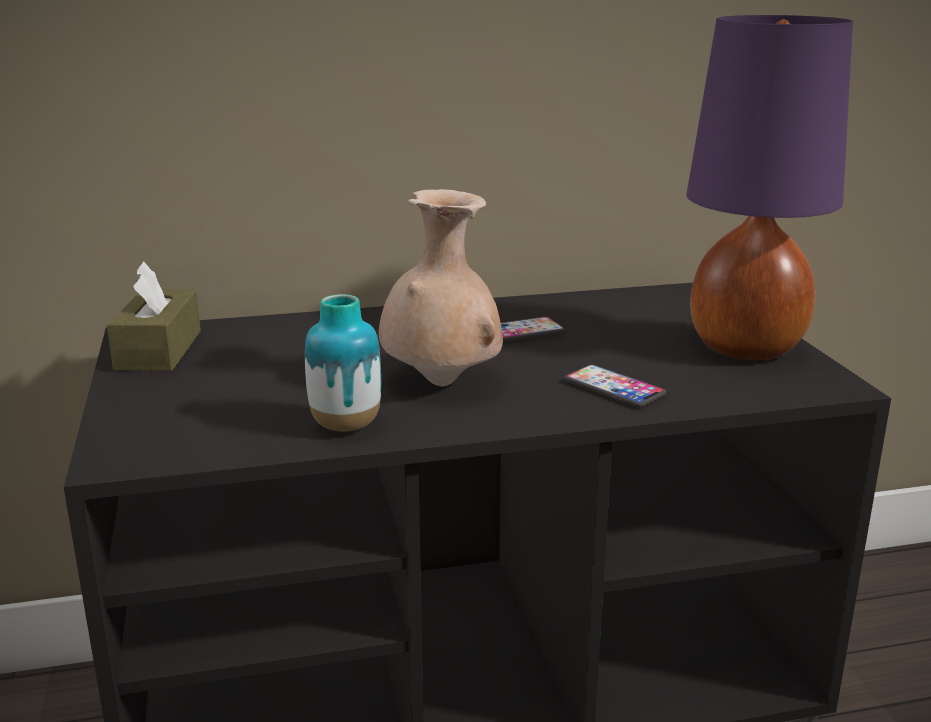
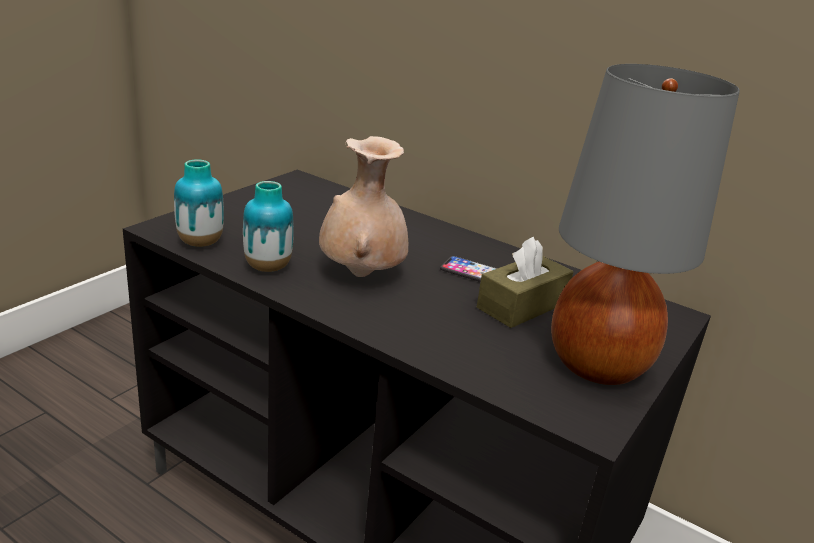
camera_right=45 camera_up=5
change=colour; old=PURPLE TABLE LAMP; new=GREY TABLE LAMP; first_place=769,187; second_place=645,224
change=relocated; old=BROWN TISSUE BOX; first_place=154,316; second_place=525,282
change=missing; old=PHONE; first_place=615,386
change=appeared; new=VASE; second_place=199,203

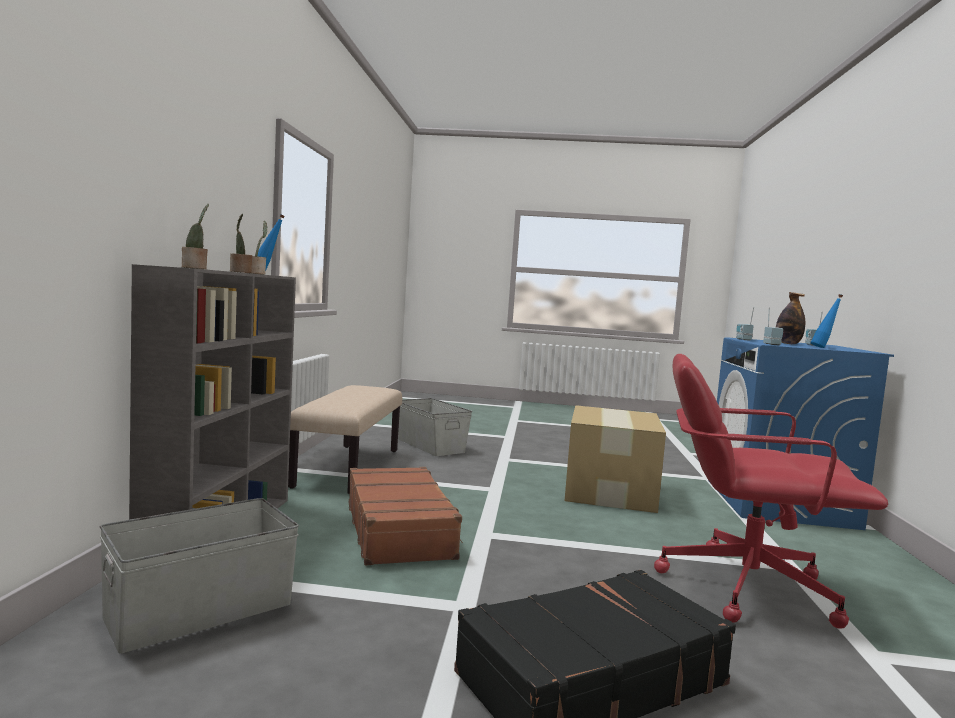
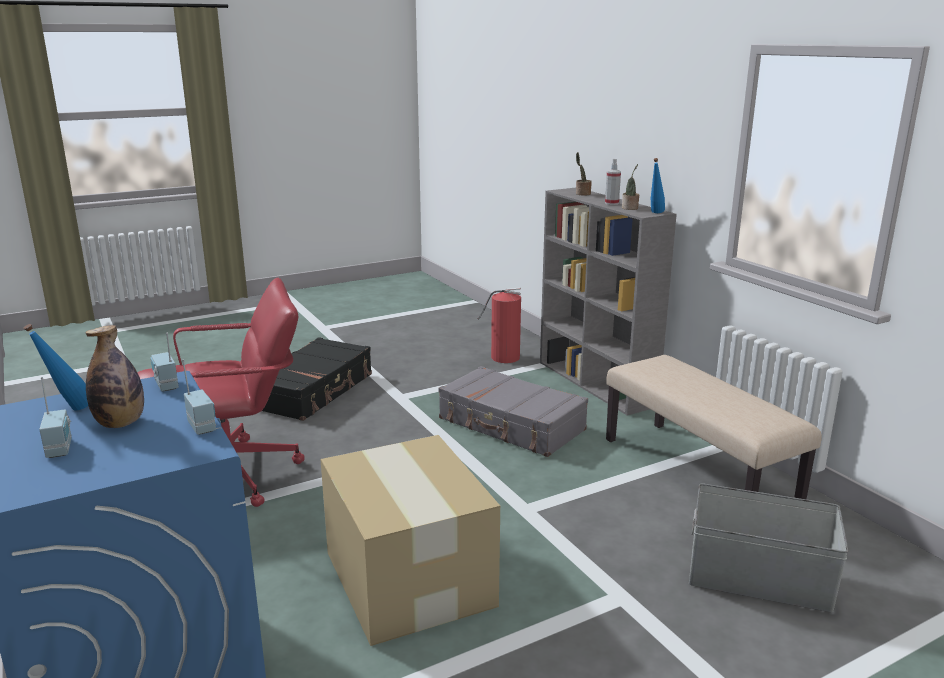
camera_right=145 camera_up=15
change=exchanged; old=POTTED PLANT; new=SPRAY BOTTLE; first_place=241,243; second_place=613,182
change=colour; old=BROWN SUITCASE; new=GREY SUITCASE; first_place=406,516; second_place=513,411
change=exchanged; old=GREY STORAGE BOX; new=FIRE EXTINGUISHER; first_place=199,575; second_place=499,325

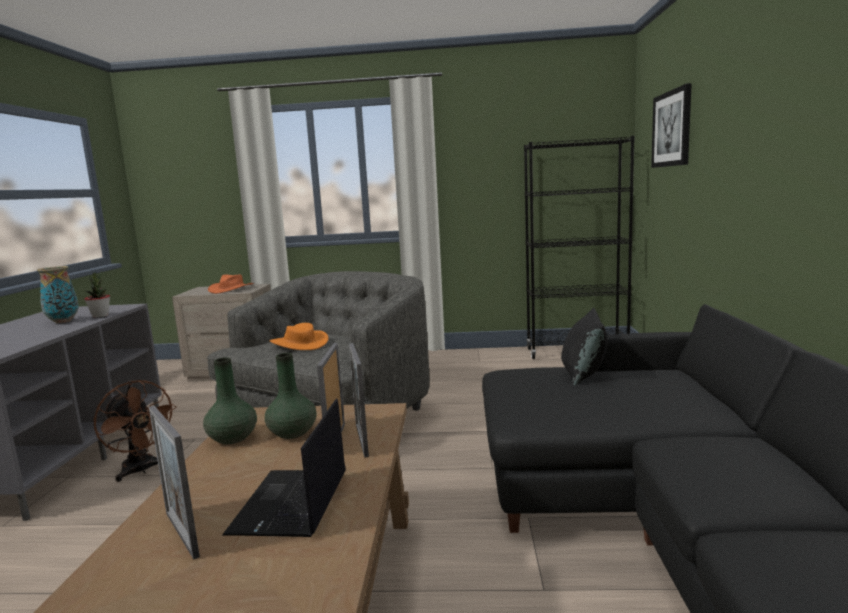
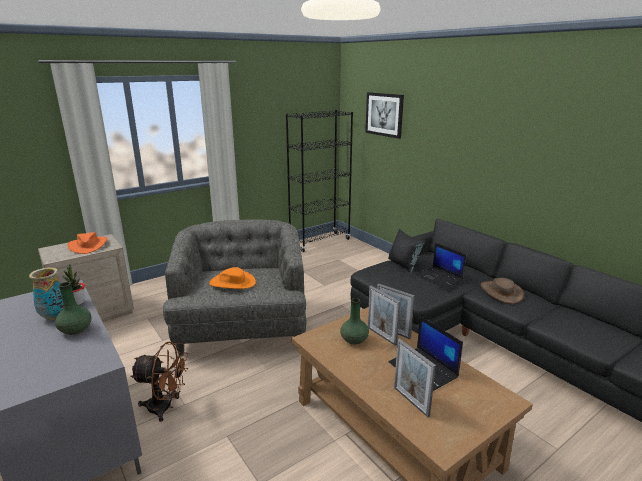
camera_right=-40 camera_up=10
change=relocated; old=GREEN VASE; first_place=230,400; second_place=73,308
change=spun; old=PICTURE FRAME; first_place=174,482; second_place=415,378; degrees=45
change=appeared; new=LAPTOP; second_place=440,265
change=appeared; new=BROWN HAT; second_place=502,291

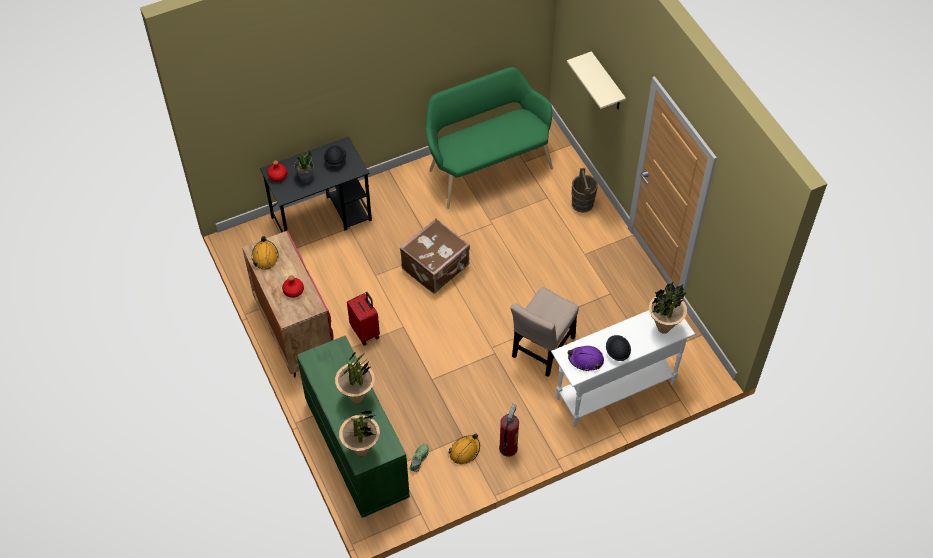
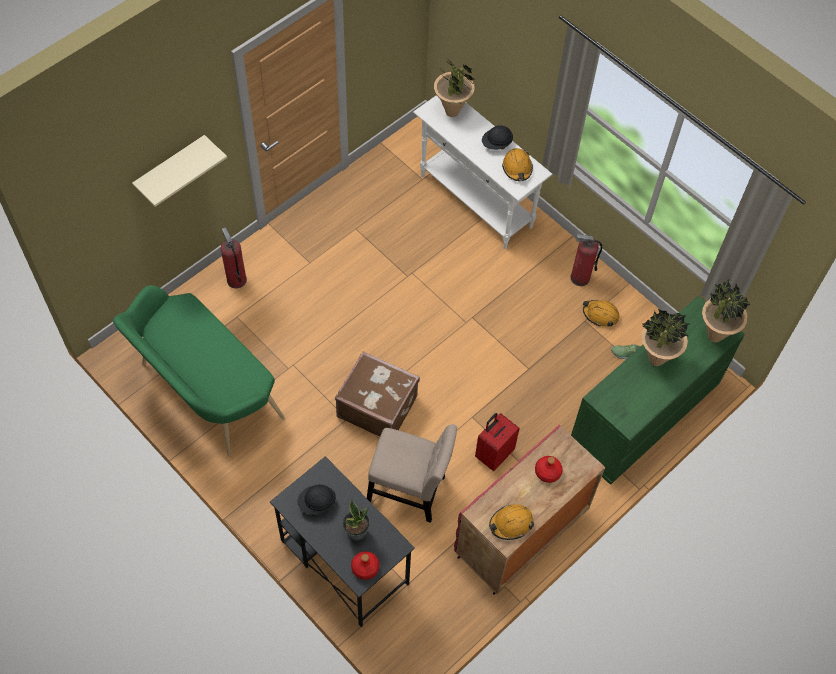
camera_right=-110 camera_up=5
change=exchanged; old=BROWN BUCKET; new=FIRE EXTINGUISHER; first_place=585,190; second_place=234,257
change=relocated; old=BEIGE CHAIR; first_place=545,332; second_place=412,473
change=colour; old=PURPLE HARD HAT; new=ORANGE HARD HAT; first_place=586,358; second_place=517,164

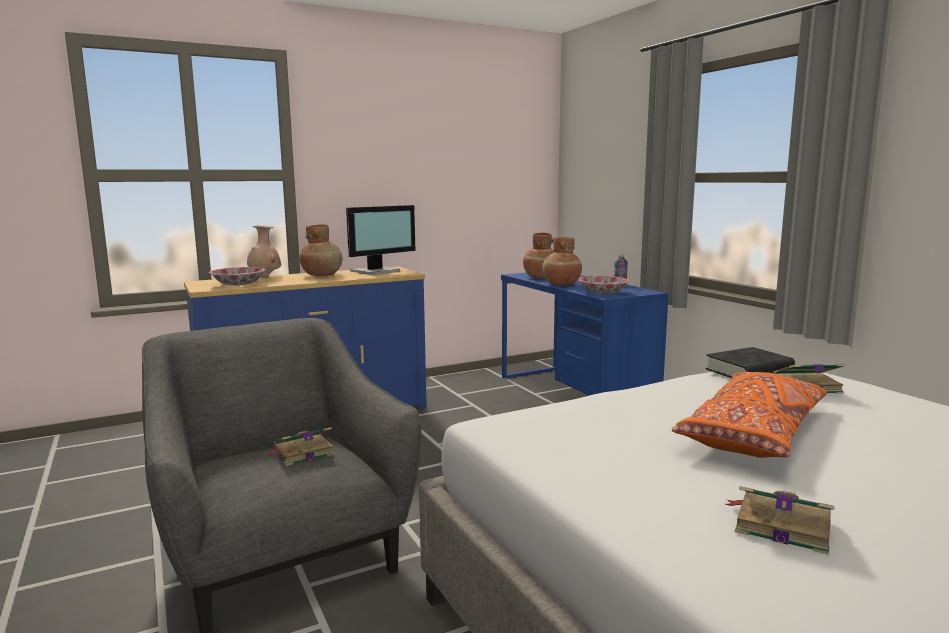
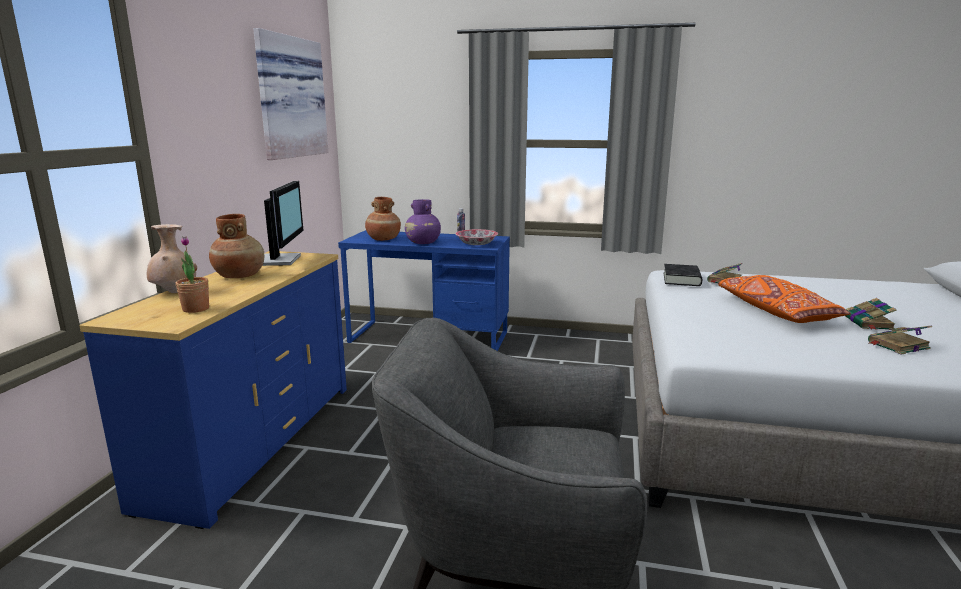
camera_right=-50 camera_up=5
change=colour; old=BROWN VASE; new=PURPLE VASE; first_place=562,261; second_place=423,221
change=exchanged; old=BOWL; new=POTTED PLANT; first_place=237,276; second_place=192,274
change=relocated; old=BOOK; first_place=300,446; second_place=871,314
change=appeared; new=PICTURE; second_place=290,94

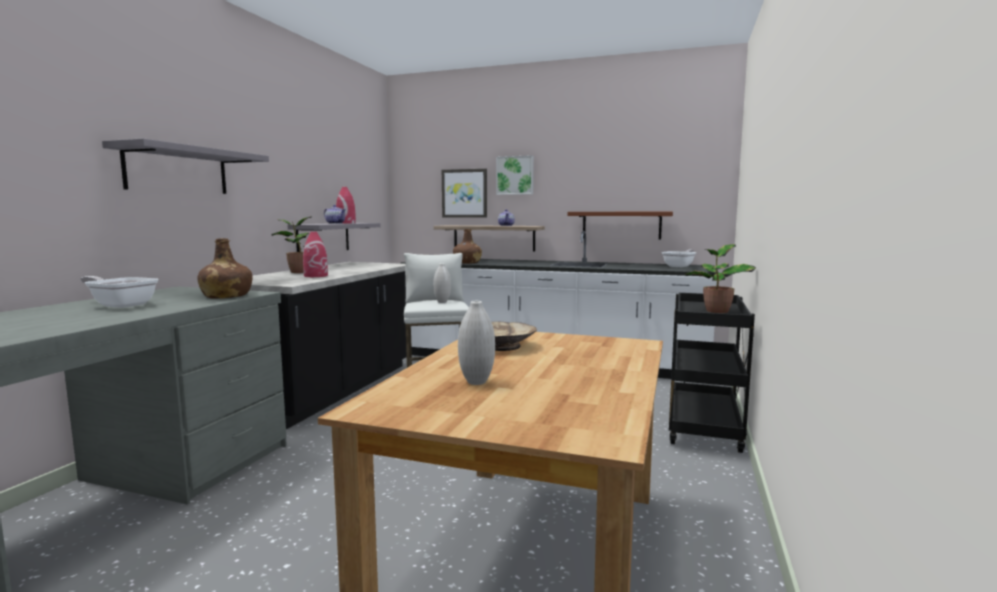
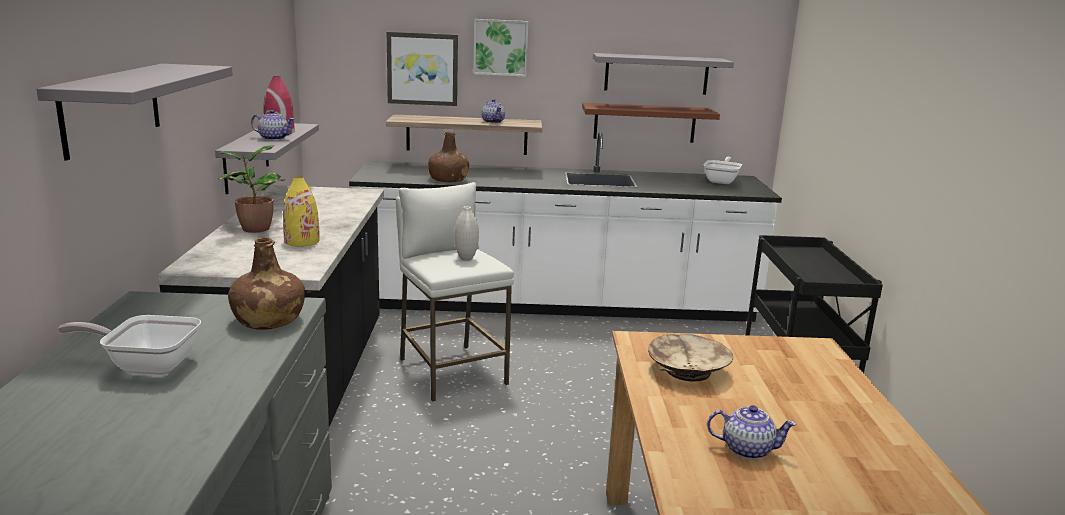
camera_right=-20 camera_up=10
change=colour; old=RED VASE; new=YELLOW VASE; first_place=315,254; second_place=301,211
change=missing; old=POTTED PLANT; first_place=720,278
change=exchanged; old=WHITE VASE; new=TEAPOT; first_place=476,343; second_place=752,432
change=appeared; new=GREY SHELF; second_place=663,74

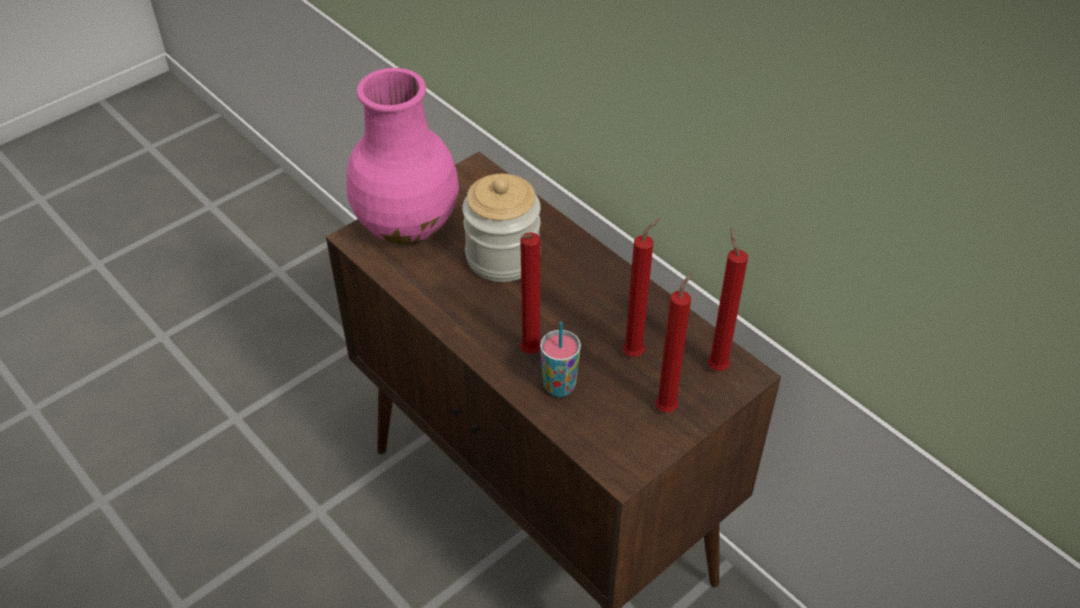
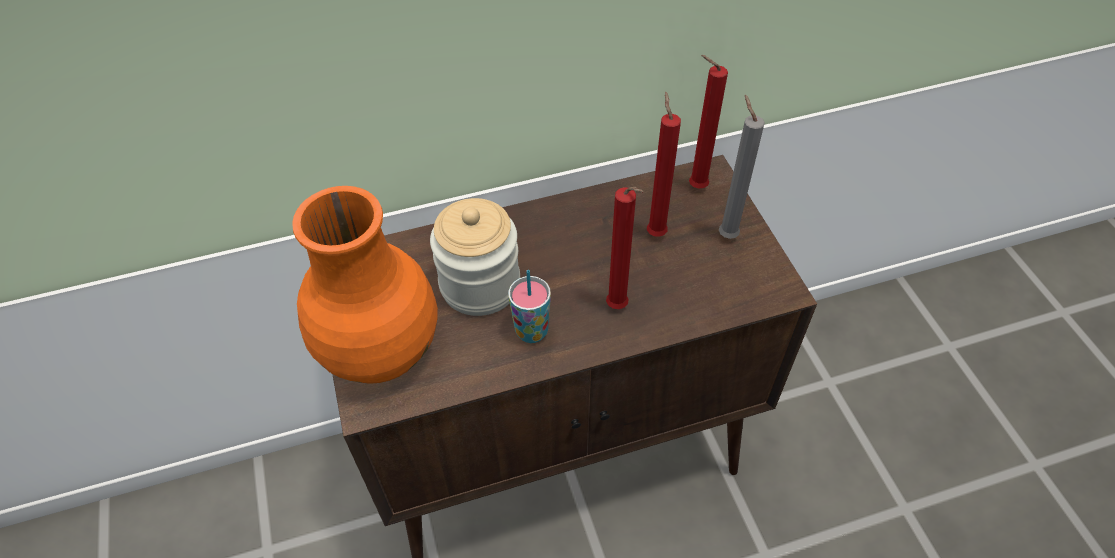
camera_right=-65 camera_up=5
change=colour; old=PINK VASE; new=ORANGE VASE; first_place=402,156; second_place=365,285
change=colour; old=RED CANDLE; new=GREY CANDLE; first_place=674,341; second_place=742,167
change=relocated; old=CUP; first_place=560,359; second_place=529,306

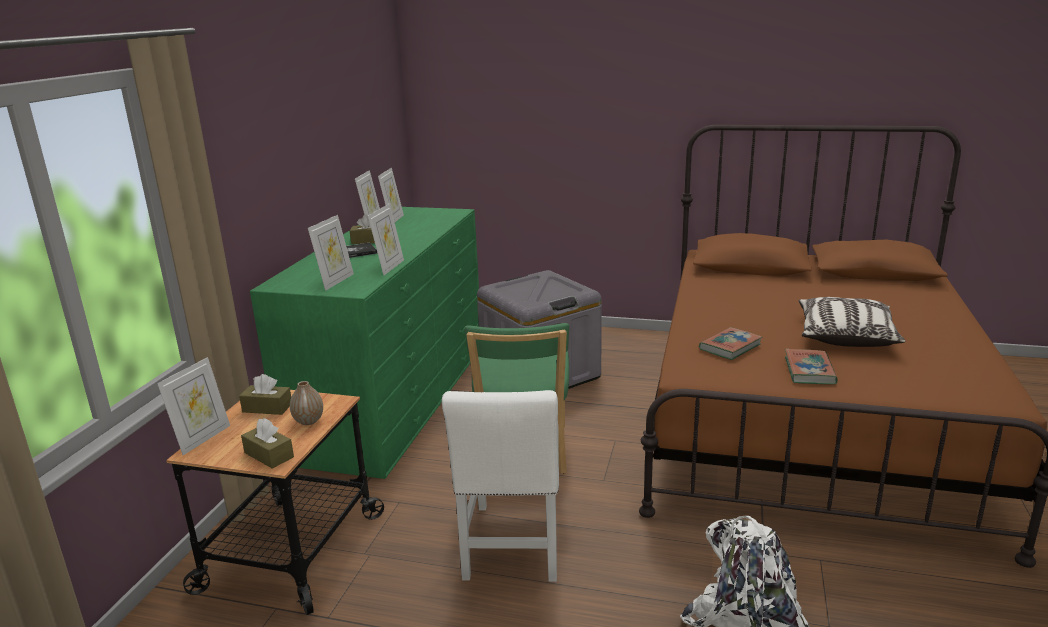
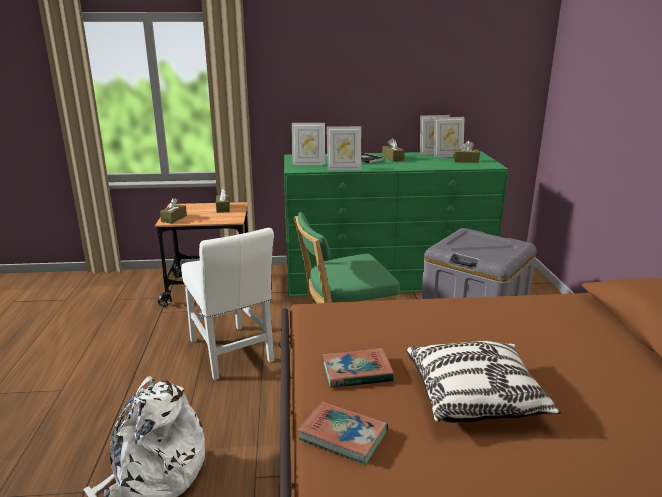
camera_right=70 camera_up=0
change=relocated; old=BOOK; first_place=730,343; second_place=342,433
change=missing; old=PICTURE FRAME; first_place=193,406
change=missing; old=VASE; first_place=306,403
change=spun; old=WHITE CHAIR; first_place=500,486; second_place=227,304; degrees=-105
change=appeared; new=BROWN TISSUE BOX; second_place=466,152

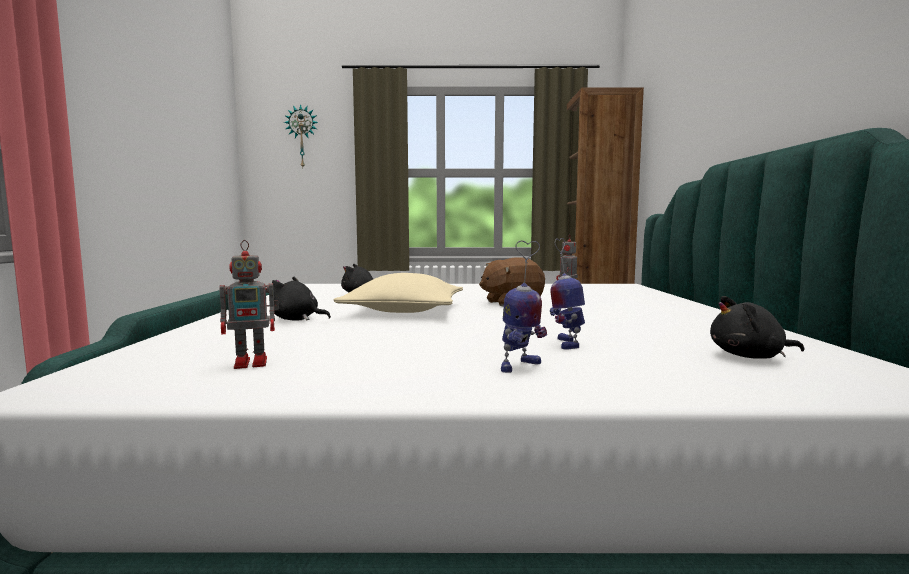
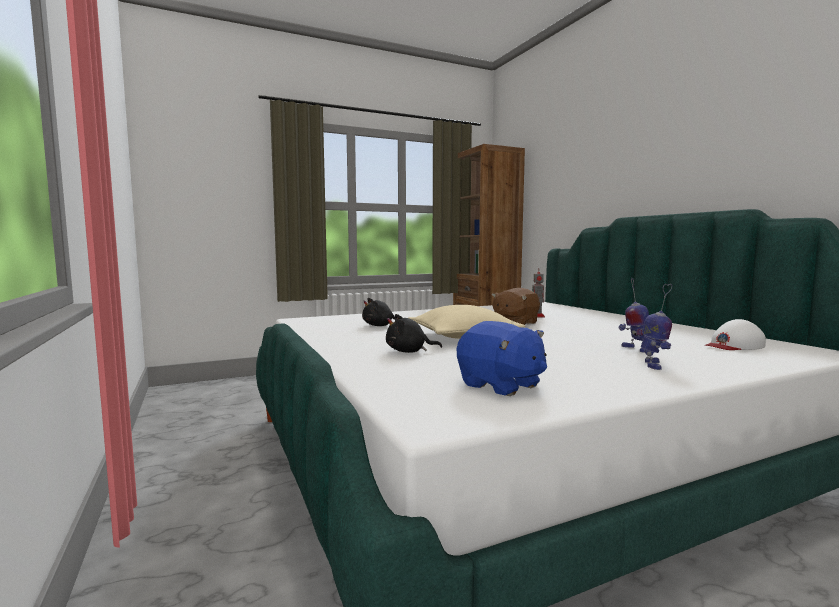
camera_right=-25 camera_up=0
change=missing; old=WALL CLOCK; first_place=301,135
change=exchanged; old=TOY ROBOT; new=BLUE PLUSH TOY; first_place=249,304; second_place=502,358
change=exchanged; old=BLACK PLUSH TOY; new=WHITE CAP; first_place=757,327; second_place=735,334

